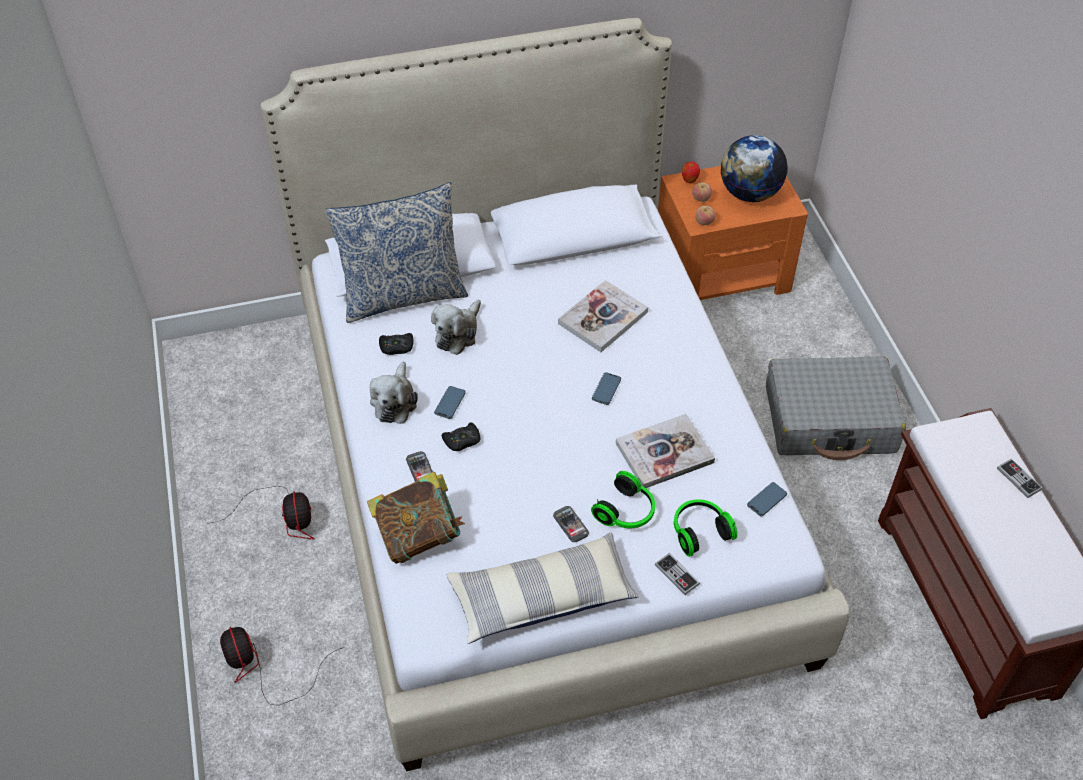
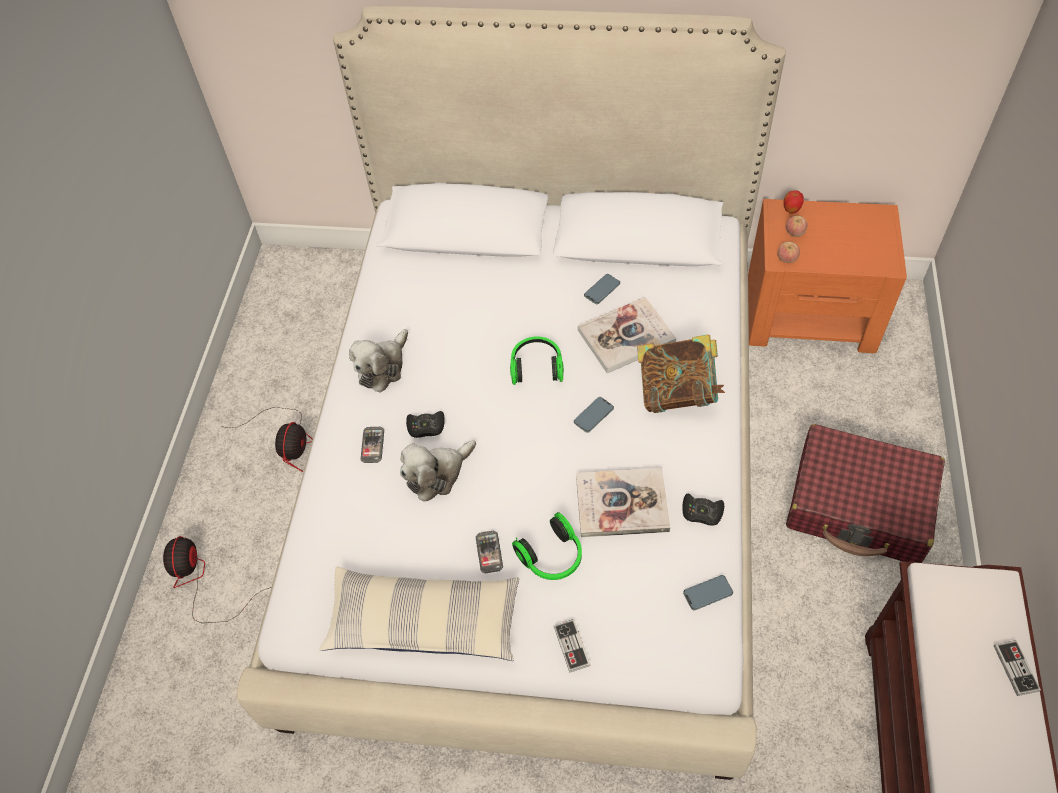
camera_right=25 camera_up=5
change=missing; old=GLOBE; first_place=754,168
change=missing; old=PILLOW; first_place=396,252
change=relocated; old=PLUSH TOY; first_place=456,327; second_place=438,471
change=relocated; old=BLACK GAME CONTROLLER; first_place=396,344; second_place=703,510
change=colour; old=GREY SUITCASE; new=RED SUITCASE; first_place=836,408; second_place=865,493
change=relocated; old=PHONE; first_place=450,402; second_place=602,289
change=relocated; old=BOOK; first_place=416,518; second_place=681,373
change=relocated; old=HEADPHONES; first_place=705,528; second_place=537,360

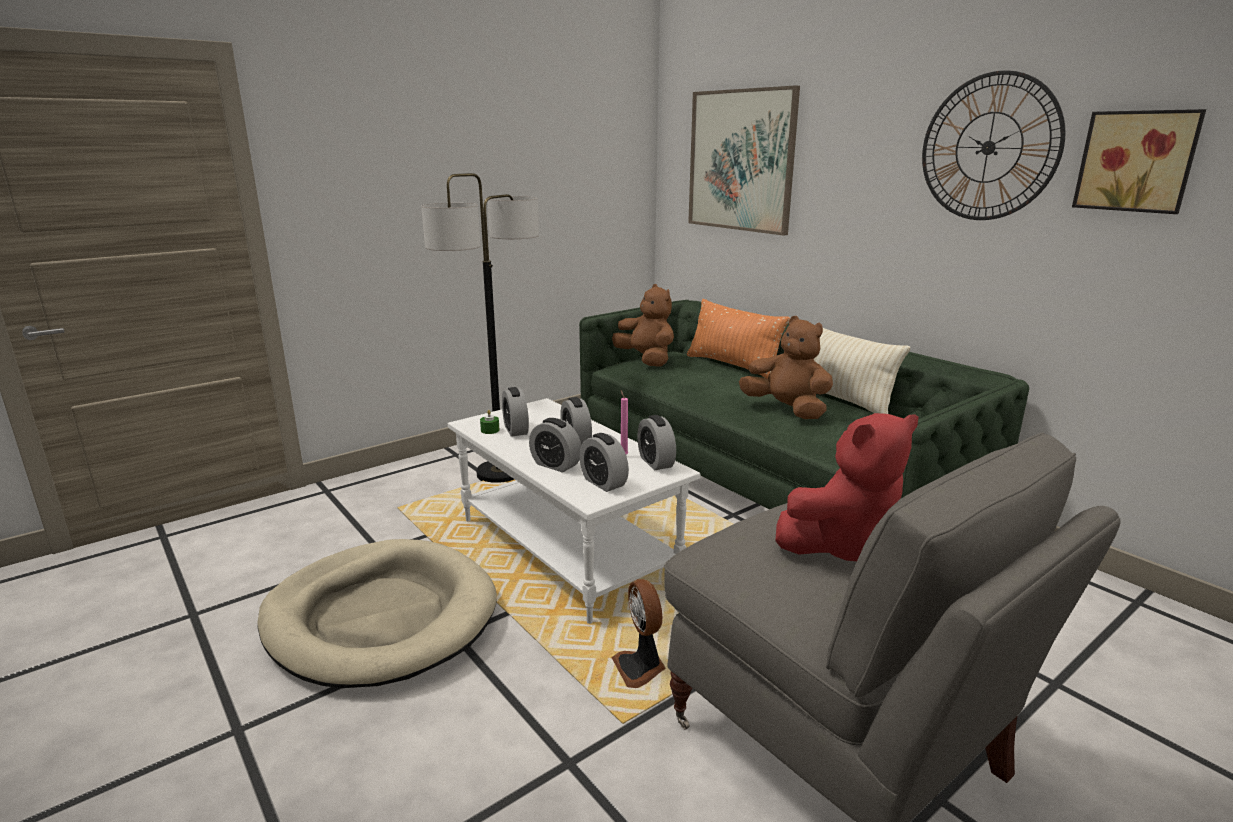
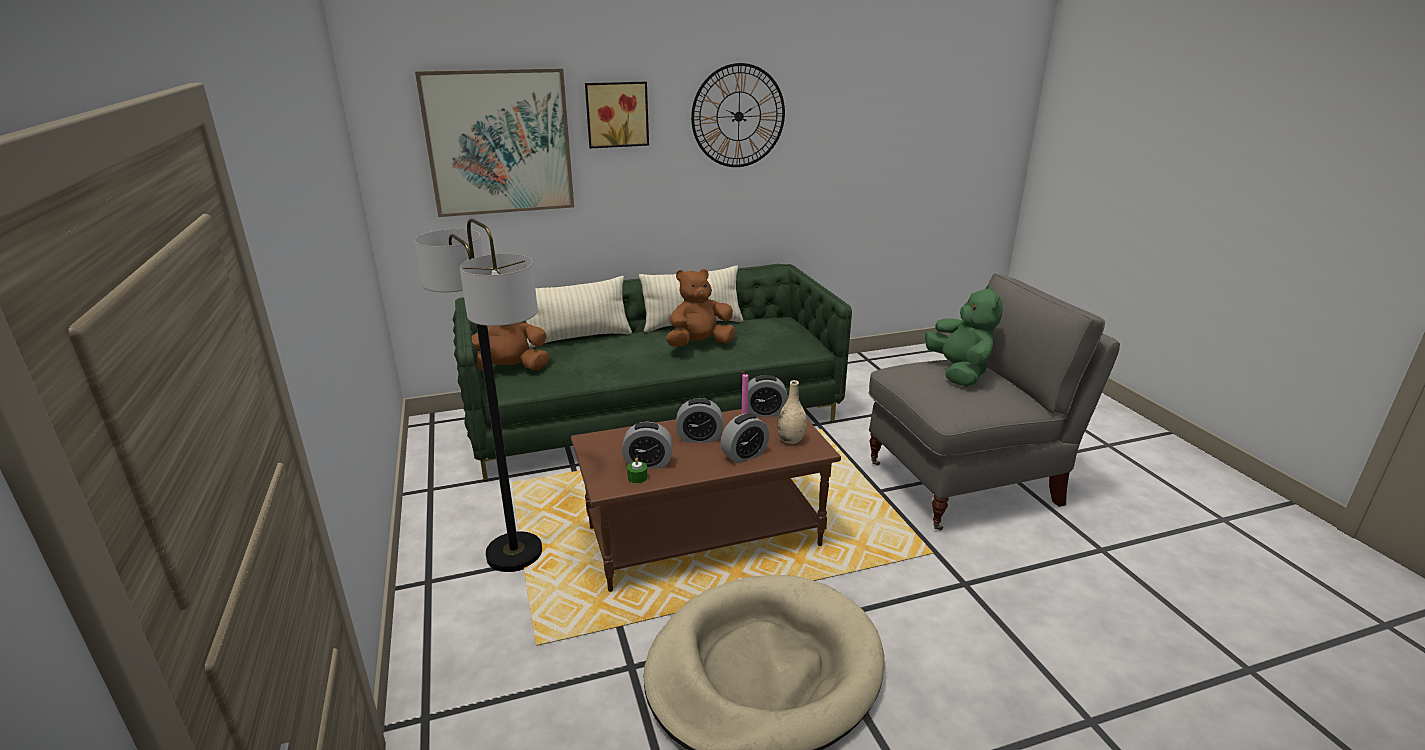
camera_right=-70 camera_up=5
change=relocated; old=PICTURE; first_place=1139,161; second_place=617,115
change=colour; old=ORANGE PILLOW; new=BEIGE PILLOW; first_place=738,339; second_place=579,312
change=colour; old=WHITE COFFEE TABLE; new=BROWN COFFEE TABLE; first_place=574,511; second_place=706,500
change=colour; old=RED PLUSH TOY; new=GREEN PLUSH TOY; first_place=846,487; second_place=964,336
change=exchanged; old=ALARM CLOCK; new=BEIGE VASE; first_place=604,462; second_place=792,412
change=missing; old=FAN; first_place=638,633

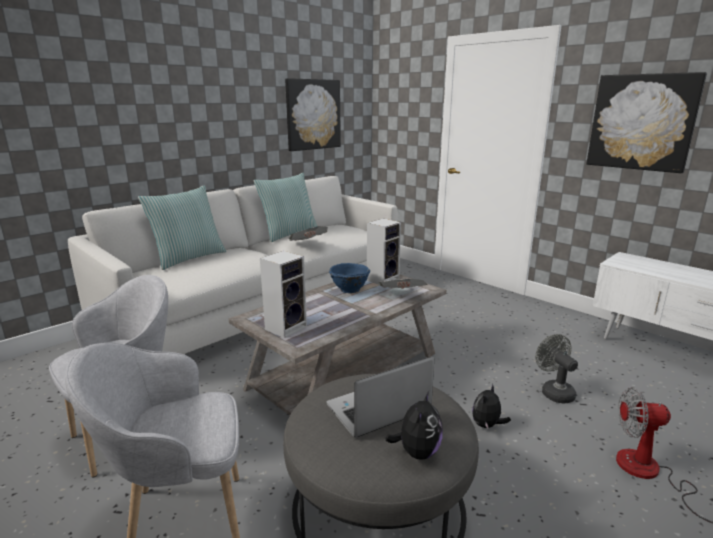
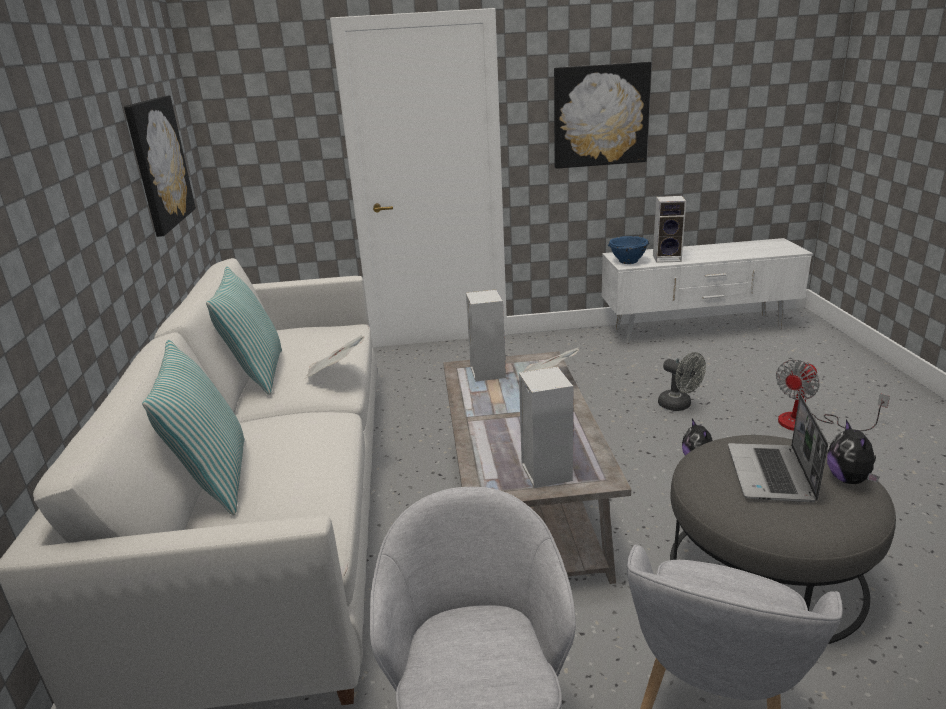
camera_right=-50 camera_up=5
change=relocated; old=BLUE BOWL; first_place=349,278; second_place=628,250
change=spun; old=GREY FAN; first_place=556,369; second_place=682,381; degrees=-150
change=spun; old=PLUSH TOY; first_place=414,425; second_place=853,451; degrees=-150
change=appeared; new=SPEAKER; second_place=669,229

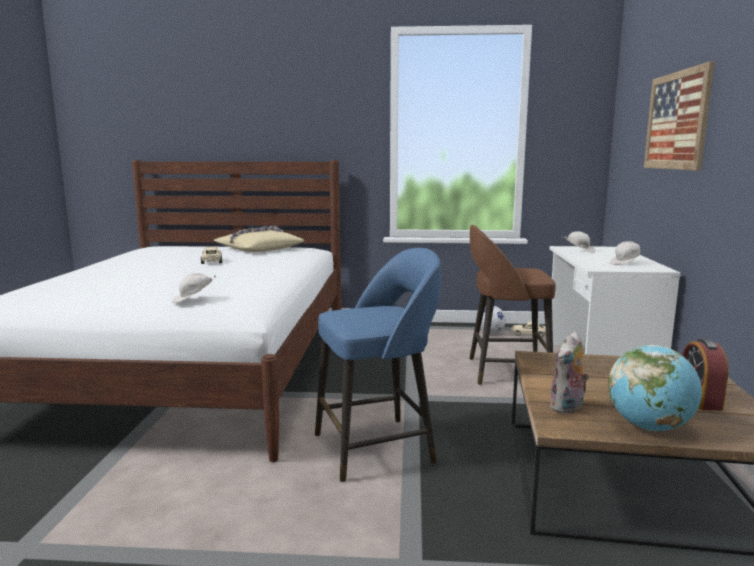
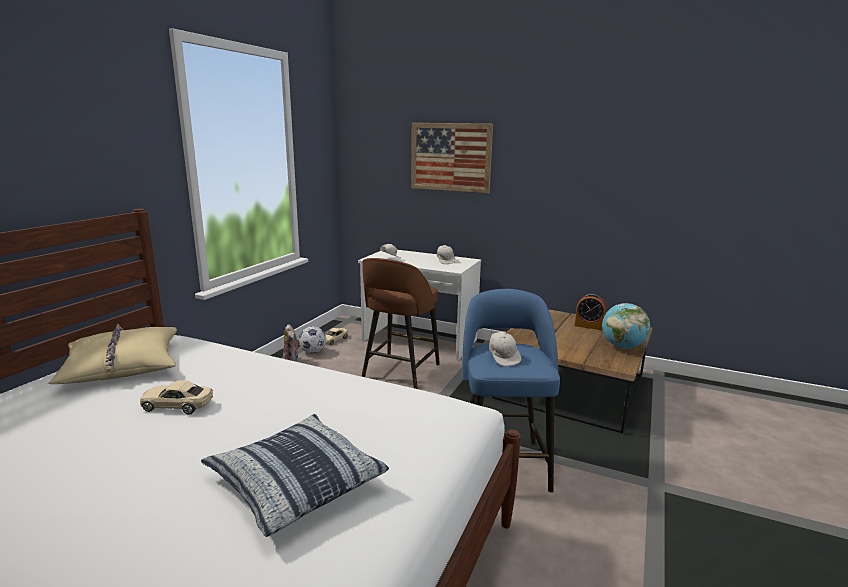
camera_right=-70 camera_up=5
change=relocated; old=WHITE CAP; first_place=194,288; second_place=505,348
change=relocated; old=PLUSH TOY; first_place=569,373; second_place=291,343
change=appeared; new=PILLOW; second_place=295,475

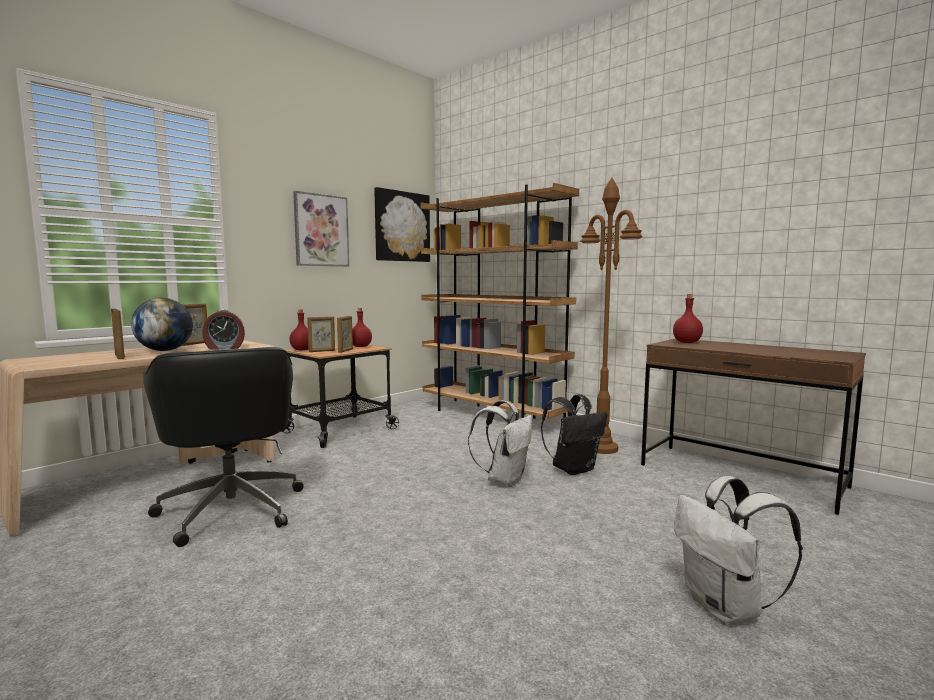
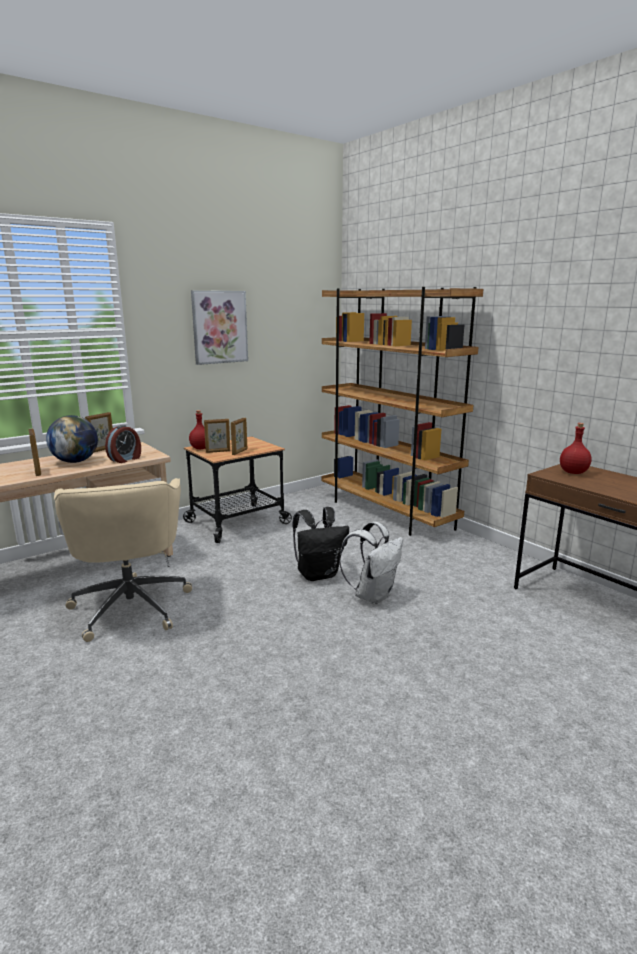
camera_right=10 camera_up=10
change=missing; old=BROWN FLOOR LAMP; first_place=611,316
change=missing; old=PICTURE; first_place=402,224
change=missing; old=RED BOTTLE; first_place=362,327
change=spun; old=ALARM CLOCK; first_place=224,330; second_place=123,444; degrees=-45
change=colour; old=BLACK OFFICE CHAIR; new=BEIGE OFFICE CHAIR; first_place=223,447; second_place=123,560
change=relocated; old=BLACK BACKPACK; first_place=574,434; second_place=321,544
change=missing; old=WHITE BACKPACK; first_place=738,549

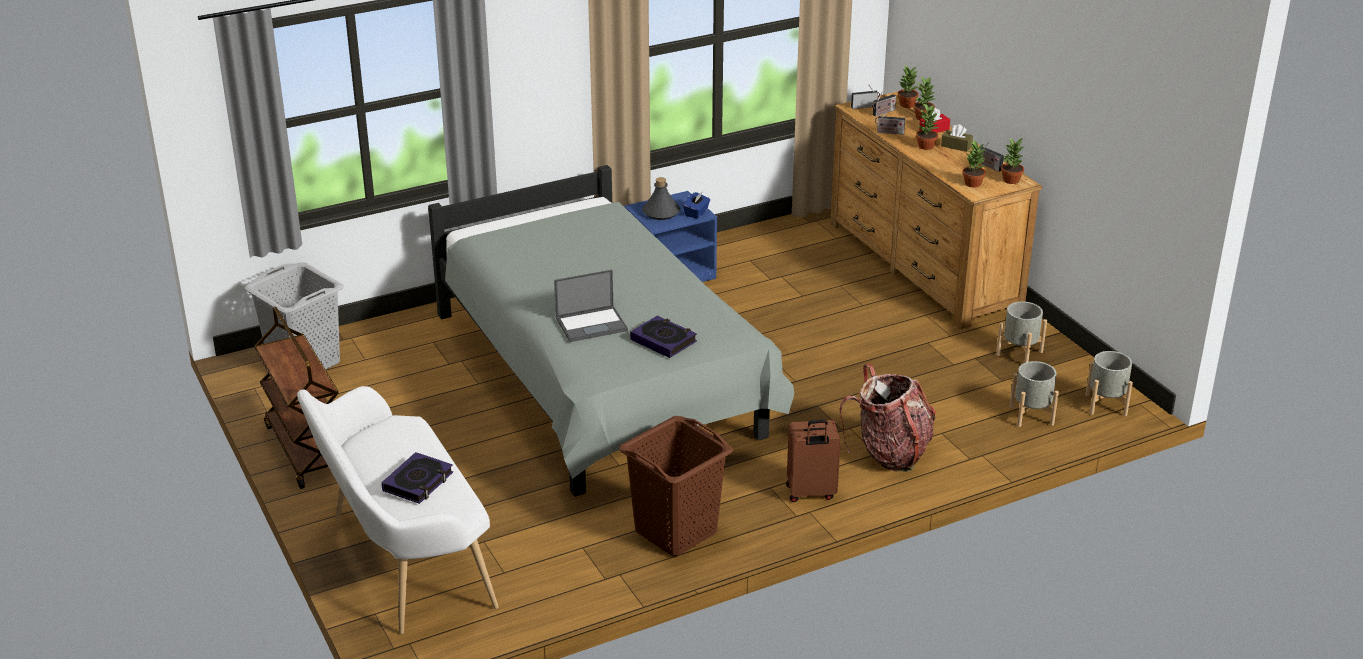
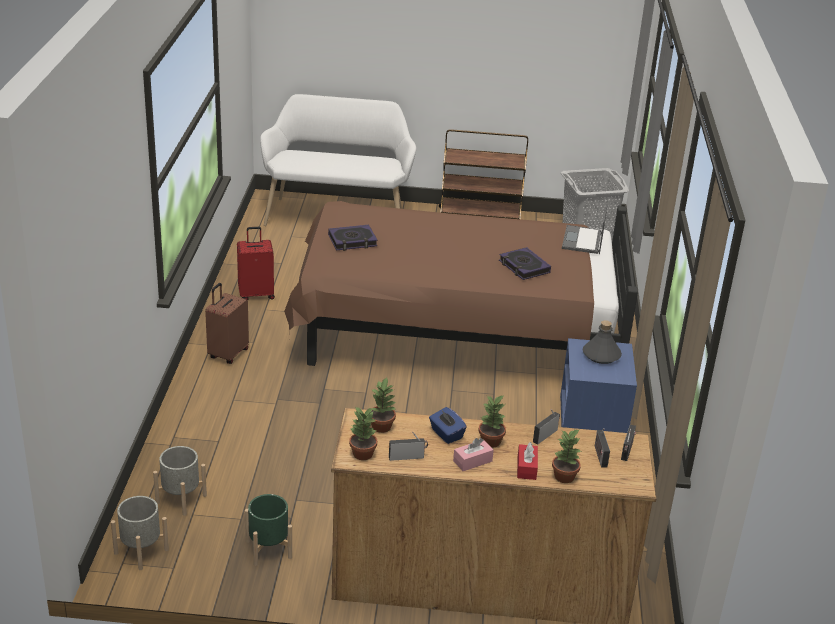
camera_right=120 camera_up=0
change=missing; old=POTTED PLANT; first_place=908,86
change=colour; old=BROWN TISSUE BOX; new=PINK TISSUE BOX; first_place=957,138; second_place=473,454
change=colour; old=GREY BED; new=BROWN BED; first_place=611,331; second_place=461,283
change=relocated; old=BLUE TISSUE BOX; first_place=696,205; second_place=448,425
change=relocated; old=LAPTOP; first_place=591,306; second_place=585,227
change=colour; old=GREY PLANTER; new=GREEN PLANTER; first_place=1021,332; second_place=268,530
change=missing; old=BACKPACK; first_place=887,417
change=exchanged; old=BROWN LAUNDRY BASKET; new=RED SUITCASE; first_place=676,486; second_place=256,263
change=relocated; old=BOOK; first_place=417,478; second_place=525,263

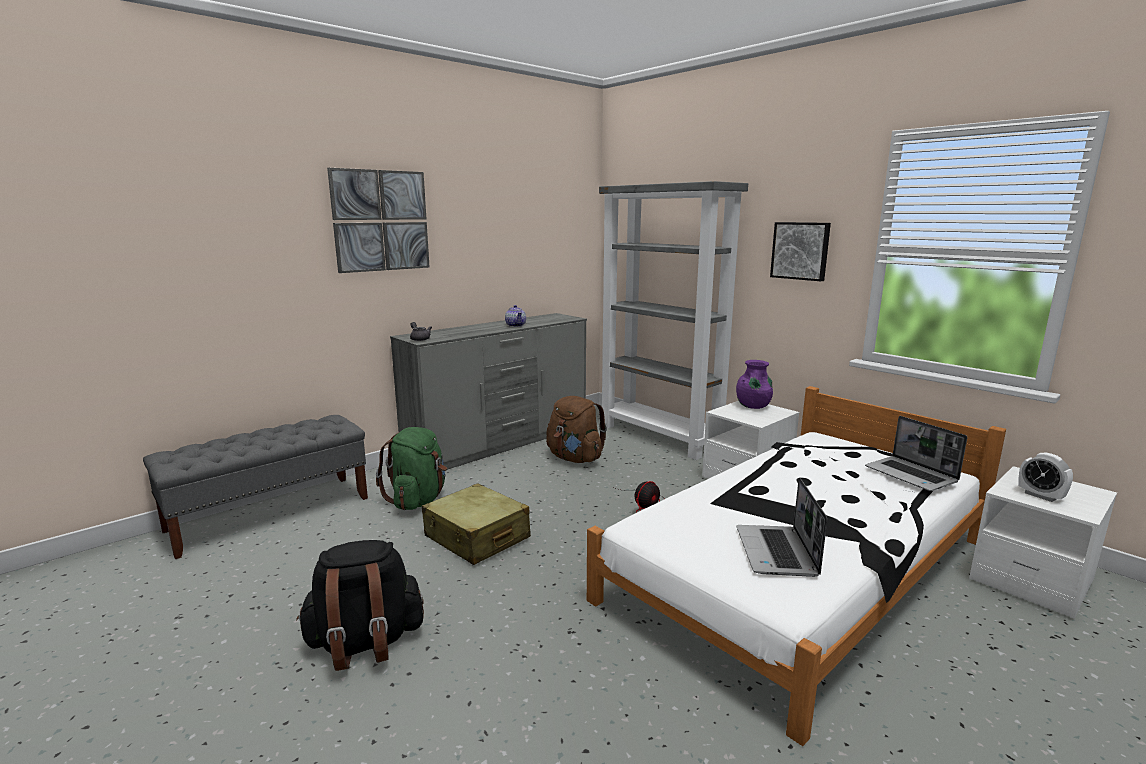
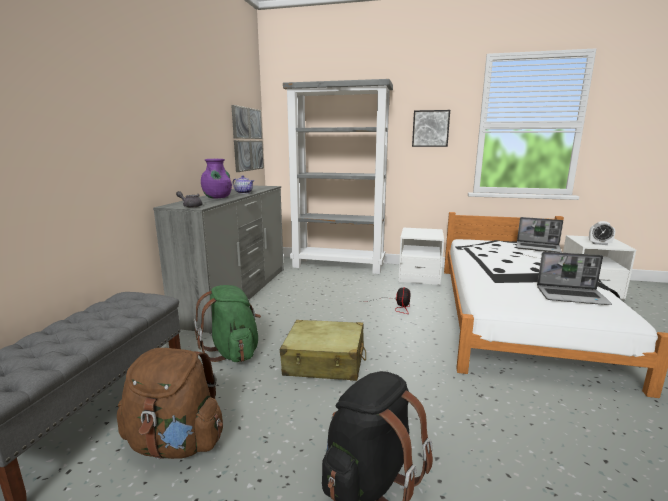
camera_right=-35 camera_up=0
change=relocated; old=PICTURE; first_place=378,220; second_place=247,138
change=relocated; old=PURPLE VASE; first_place=754,384; second_place=216,179
change=relocated; old=BROWN BACKPACK; first_place=576,429; second_place=170,403
change=spun; old=LAPTOP; first_place=782,527; second_place=574,278; degrees=-45

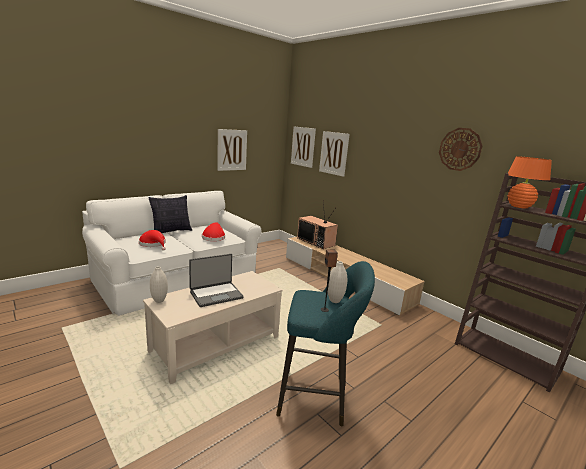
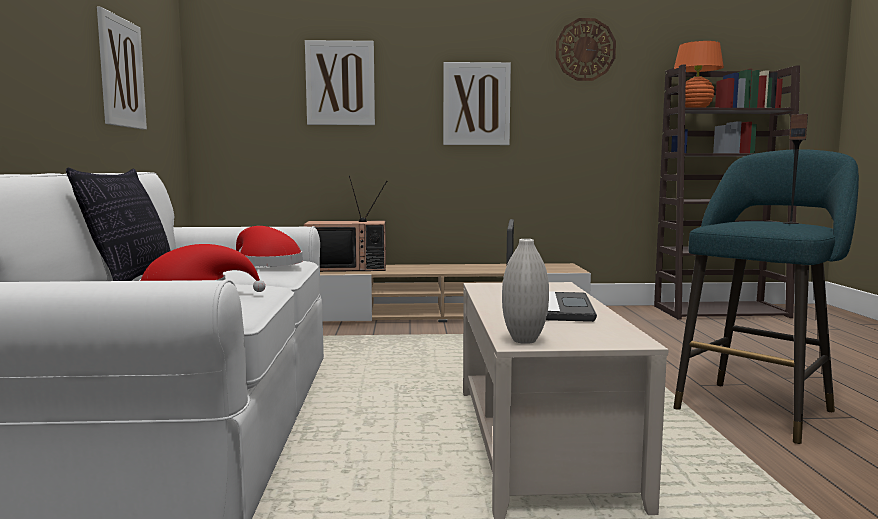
camera_right=-50 camera_up=-10
change=relocated; old=PICTURE; first_place=303,147; second_place=477,103
change=missing; old=WHITE VASE; first_place=337,282

